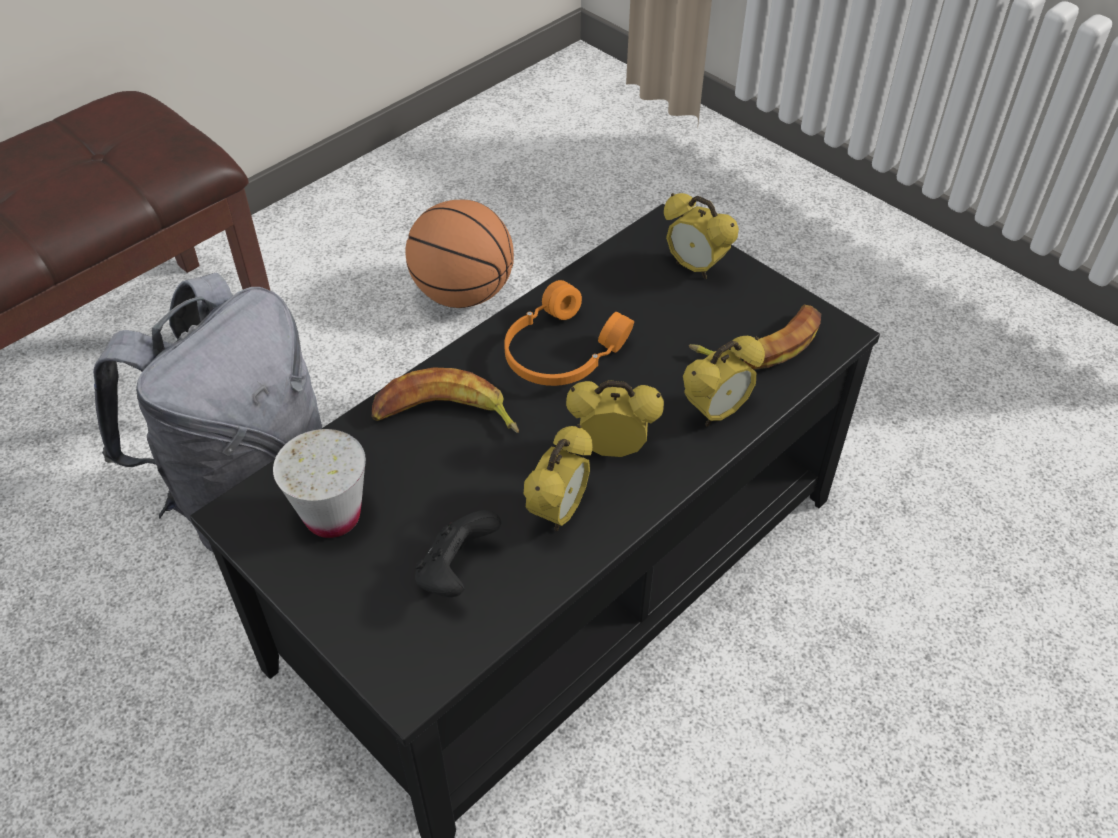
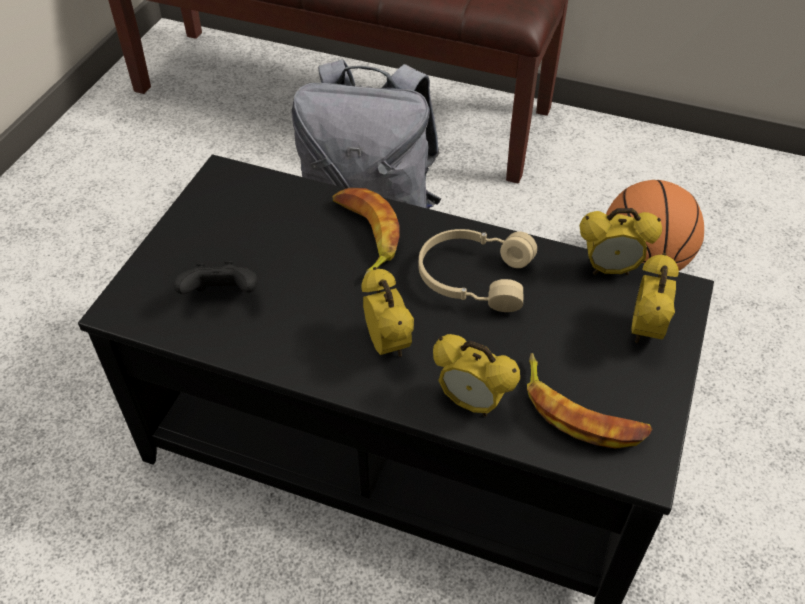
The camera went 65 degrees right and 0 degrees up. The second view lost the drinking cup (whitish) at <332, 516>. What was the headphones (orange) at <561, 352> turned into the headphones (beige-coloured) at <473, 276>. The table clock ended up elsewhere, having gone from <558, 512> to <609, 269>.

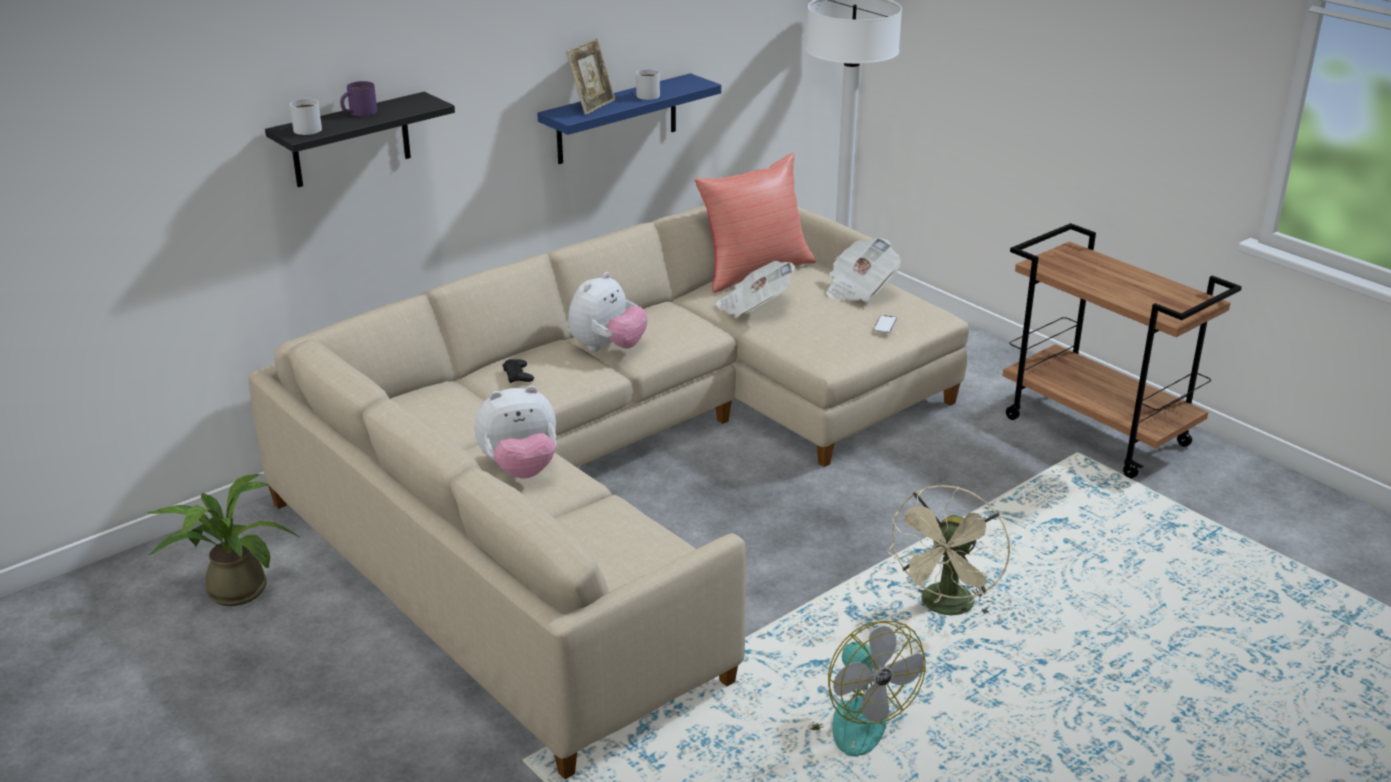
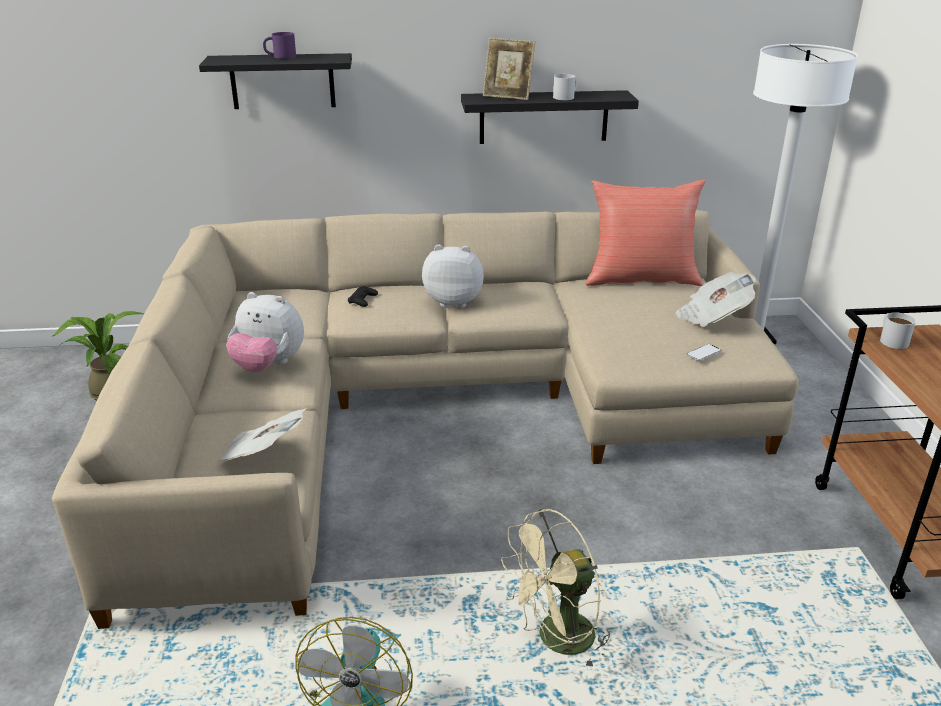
The camera went 35 degrees right and 0 degrees up. The mug (whitish) ended up elsewhere, having gone from <304, 128> to <891, 339>. What was the bracket shelf (blue-coloured) at <617, 119> turned into the bracket shelf (blackish) at <543, 117>. The picture frame at <592, 106> ended up facing another way, 45 degrees clockwise from before. The cuddly toy at <607, 348> ended up facing another way, 150 degrees counterclockwise from before. The daily paper ended up elsewhere, having gone from <754, 307> to <264, 455>.

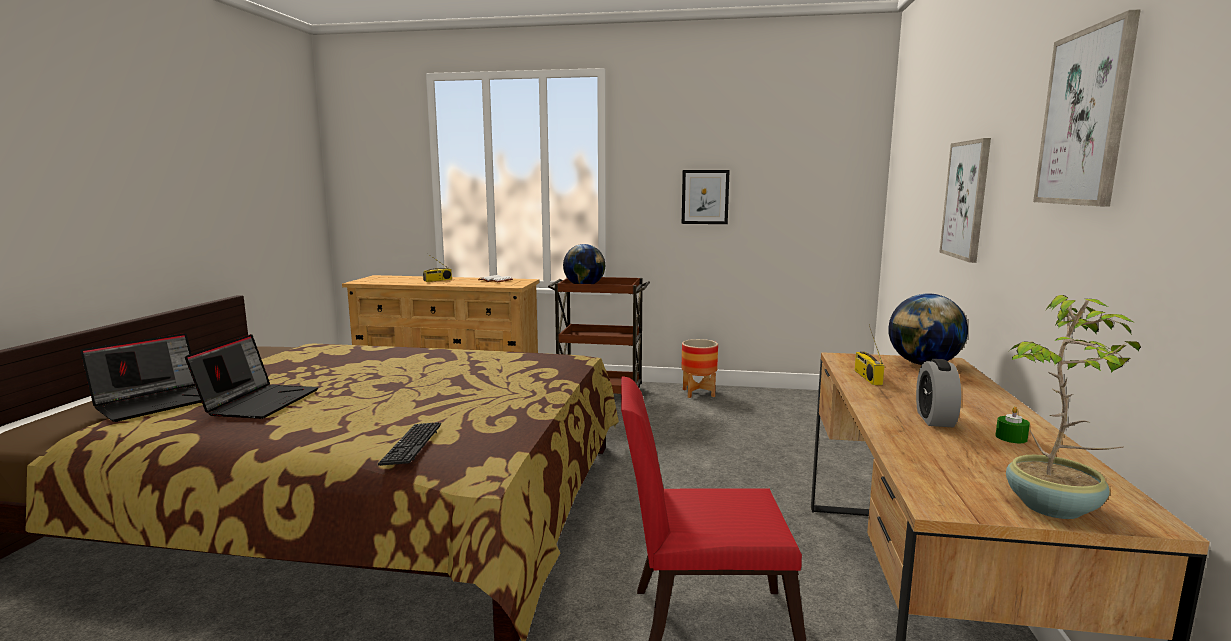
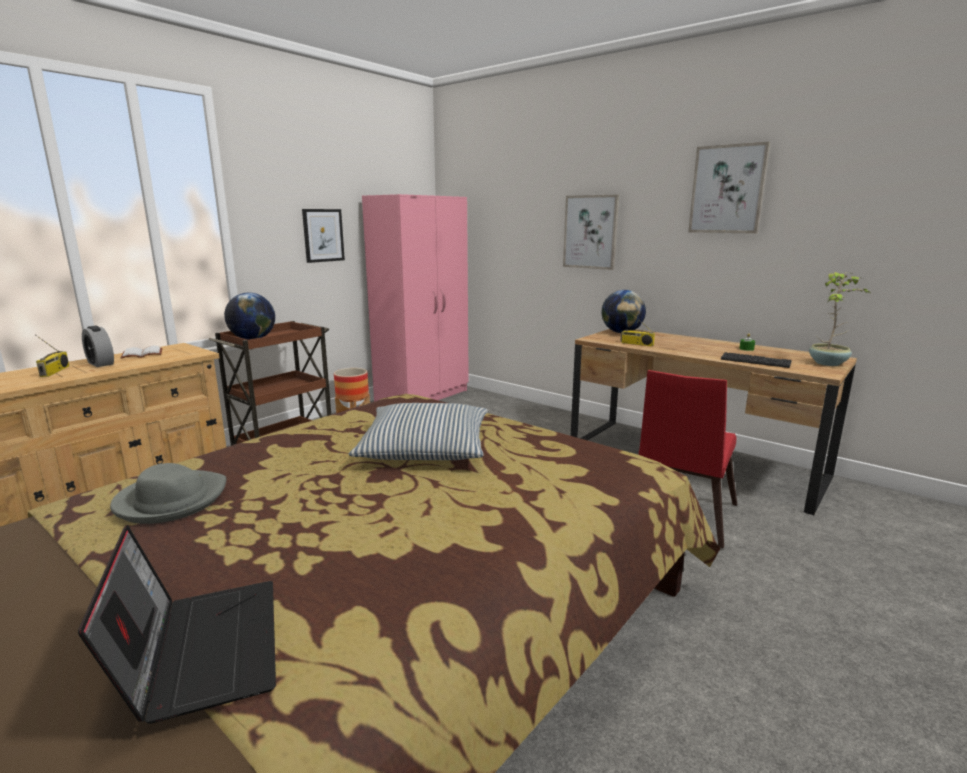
The camera went 60 degrees left and 5 degrees up. The second view lost the notebook computer at <259, 402>. The PC keyboard ended up elsewhere, having gone from <412, 445> to <755, 361>. The table clock ended up elsewhere, having gone from <935, 419> to <101, 363>. The second view gained the clothing hat (grey) at <171, 500>. The second view gained the cushion at <425, 447>. The second view gained the clothes cupboard (pink-coloured) at <423, 396>.

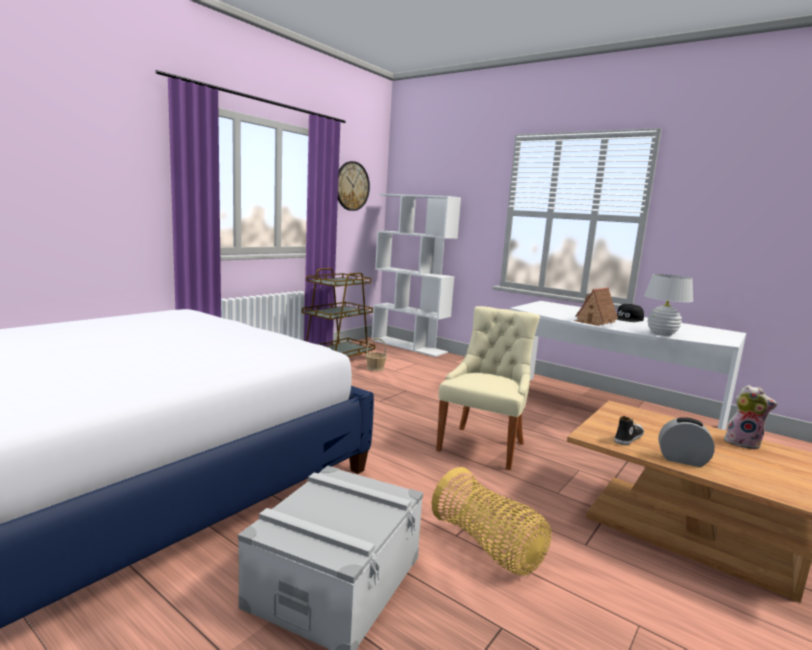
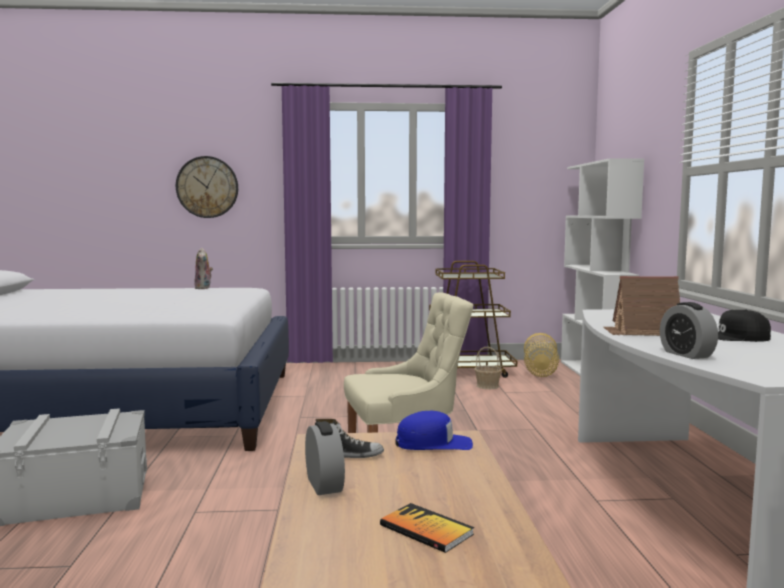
The camera went 50 degrees right and 5 degrees down. The wall clock ended up elsewhere, having gone from <351, 186> to <207, 187>. The household basket ended up elsewhere, having gone from <488, 547> to <540, 371>. Where the table lamp (whitish) stood at <662, 334>, the table clock came to stand at <686, 354>. The cuddly toy ended up elsewhere, having gone from <743, 443> to <204, 288>. The second view gained the book at <426, 530>. The second view gained the baseball cap (blue-coloured) at <433, 443>.

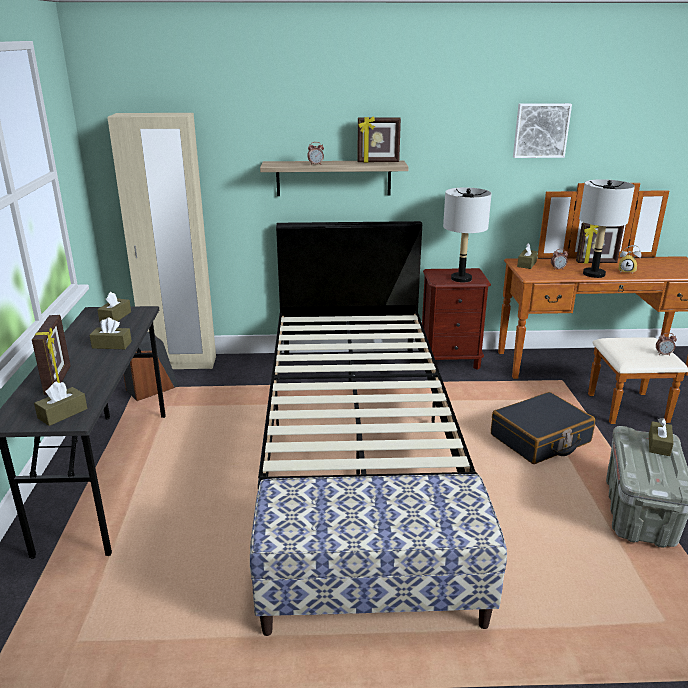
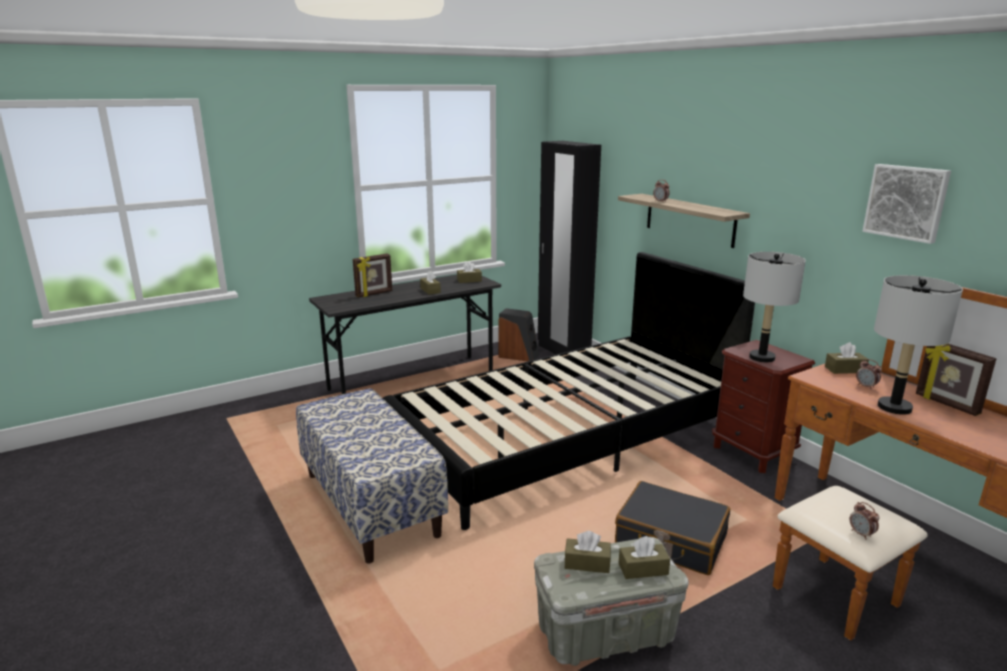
The camera went 60 degrees right and 5 degrees down. The tissue holder (brown) ended up elsewhere, having gone from <62, 413> to <587, 563>. What was the clothes cupboard (beige-coloured) at <180, 363> turned into the clothes cupboard (blackish) at <563, 352>. The second view lost the picture frame at <378, 162>. The second view lost the table clock at <627, 271>.

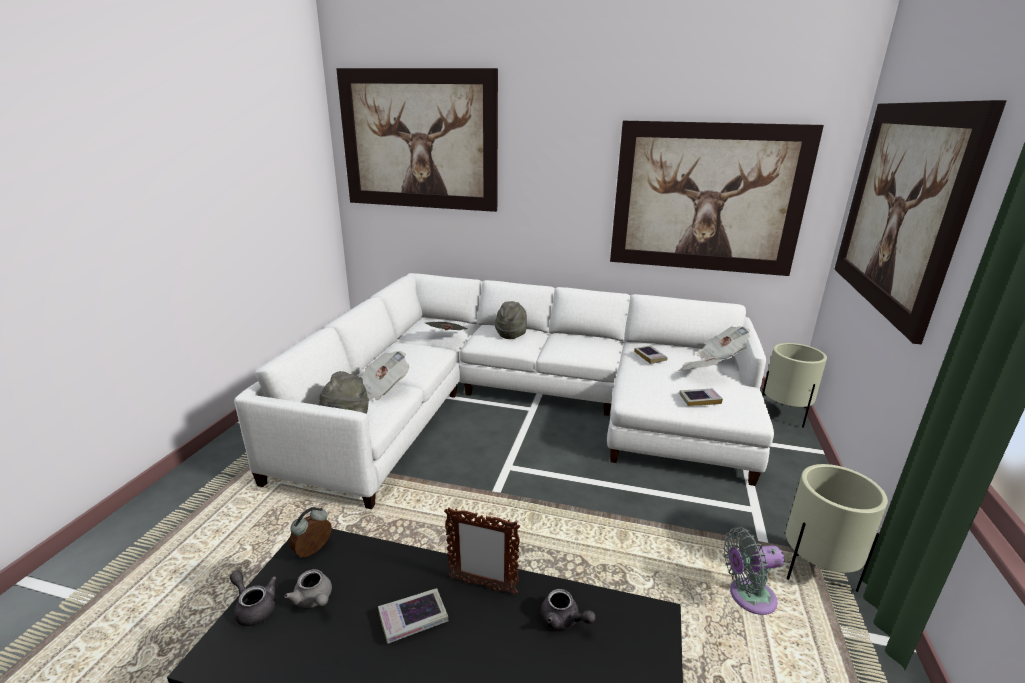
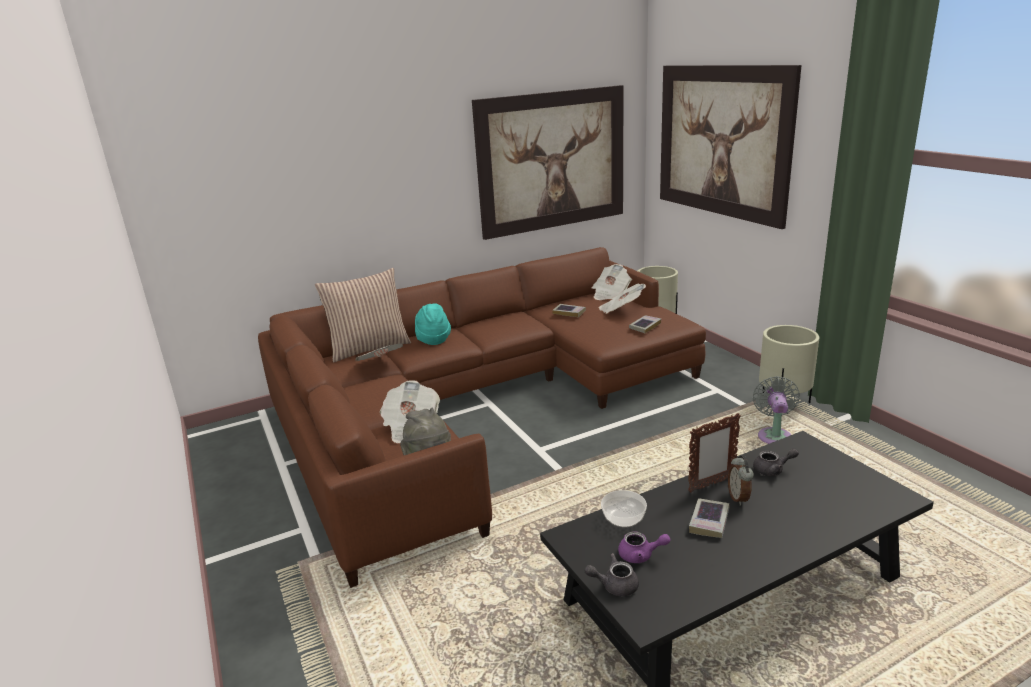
The camera went 40 degrees left and 0 degrees up. What was the settee (whitish) at <521, 405> turned into the settee (brown) at <476, 405>. What was the pot for tea (grey) at <314, 600> turned into the pot for tea (purplish) at <640, 555>. The table clock ended up elsewhere, having gone from <314, 551> to <739, 498>. The second view lost the wall art at <419, 140>. What was the clothing hat (grey) at <511, 334> turned into the clothing hat (turquoise) at <433, 339>. The electric fan (grey) at <747, 597> ended up facing another way, 150 degrees clockwise from before. The second view gained the cushion at <369, 348>. The second view gained the deep dish at <624, 518>.

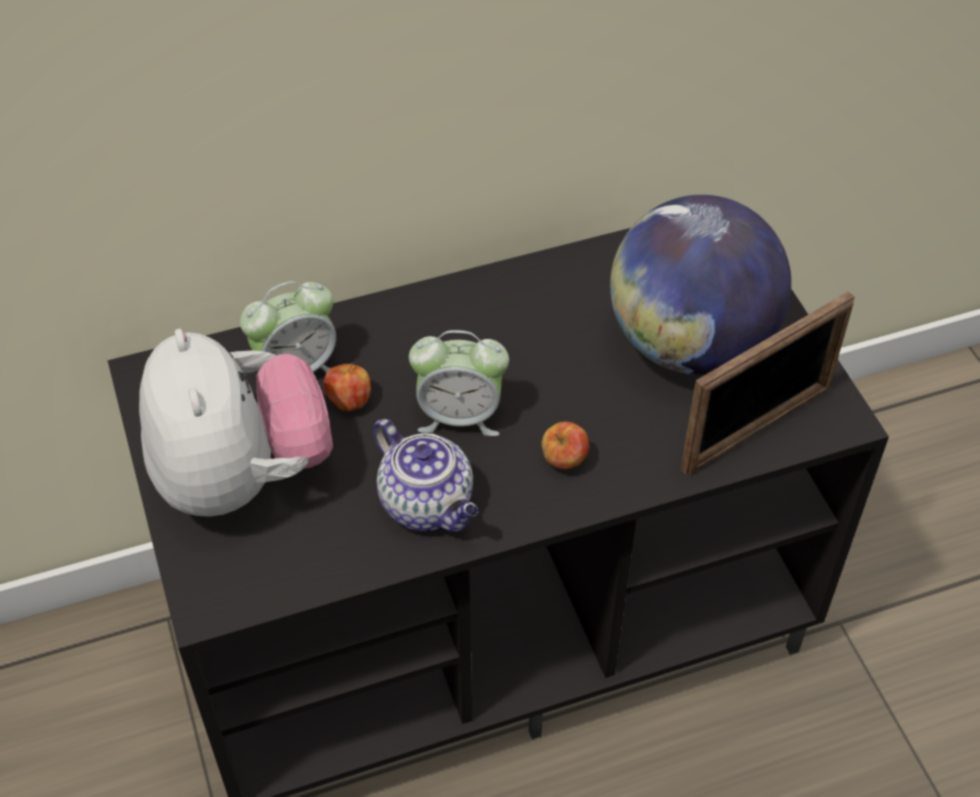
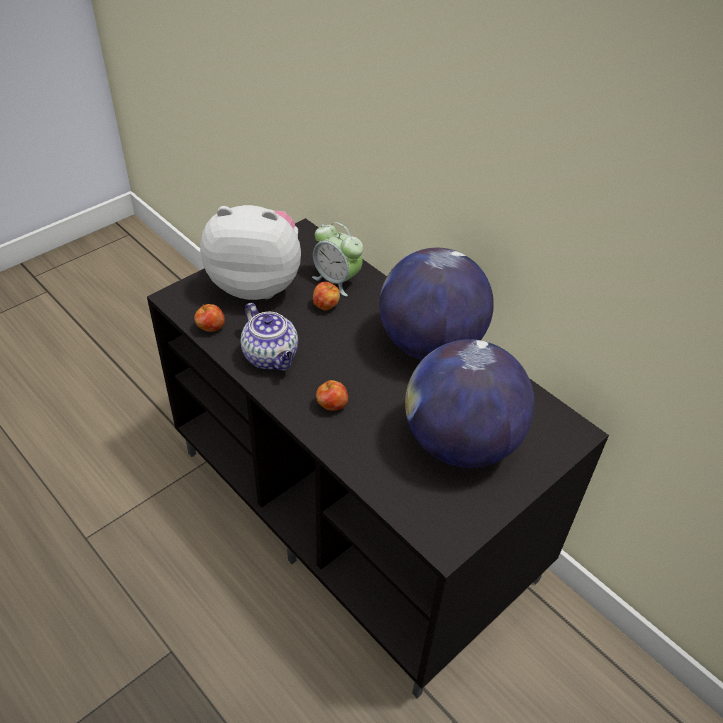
The camera went 65 degrees right and 5 degrees down. The cuddly toy at <241, 476> ended up facing another way, 135 degrees counterclockwise from before. The pot for tea at <428, 504> ended up facing another way, 60 degrees counterclockwise from before. The second view lost the table clock at <460, 415>. The second view lost the picture frame at <757, 428>. The second view gained the whole apple at <211, 328>. The second view gained the globe at <430, 344>.

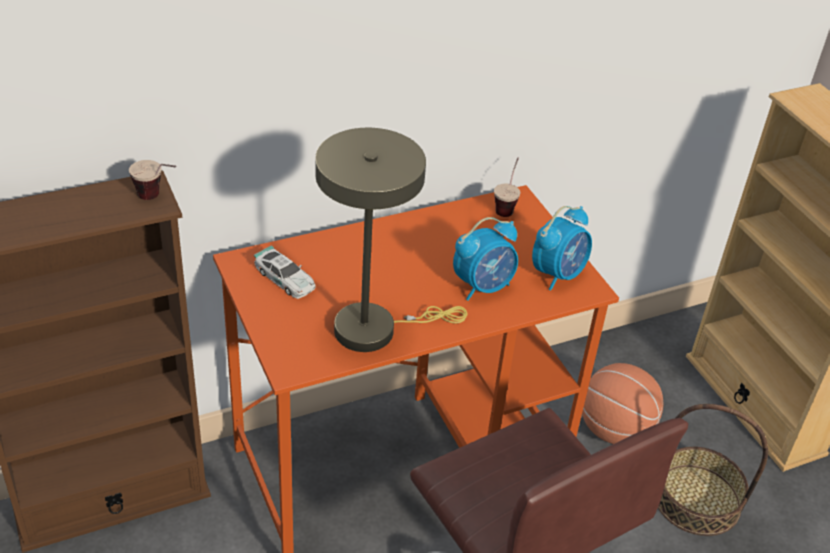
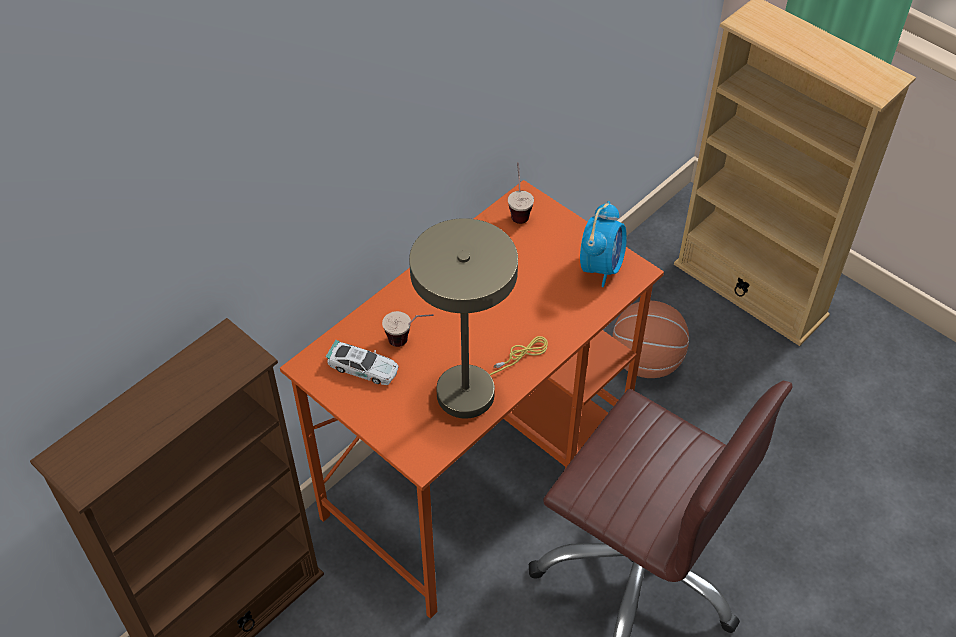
The camera went 20 degrees left and 10 degrees up. The drinking cup ended up elsewhere, having gone from <158, 199> to <409, 341>. The second view lost the table clock at <483, 286>. The second view lost the household basket at <697, 499>.

